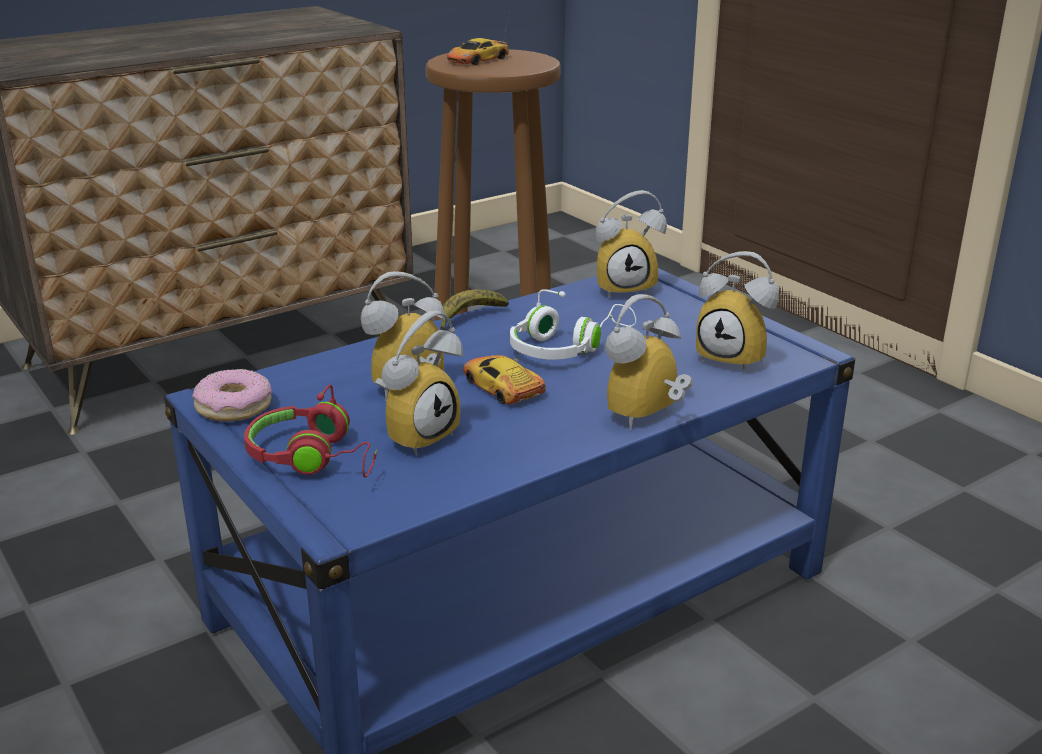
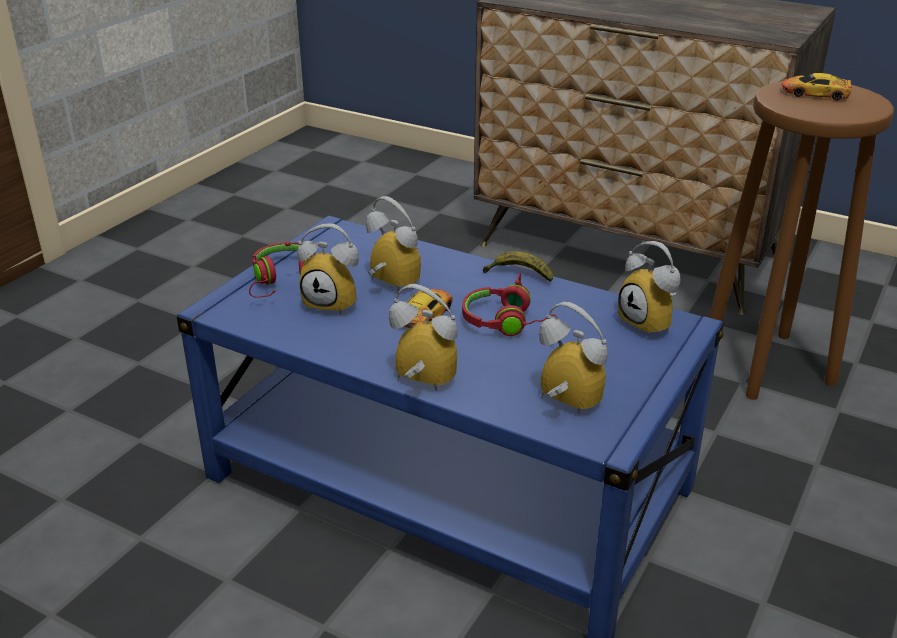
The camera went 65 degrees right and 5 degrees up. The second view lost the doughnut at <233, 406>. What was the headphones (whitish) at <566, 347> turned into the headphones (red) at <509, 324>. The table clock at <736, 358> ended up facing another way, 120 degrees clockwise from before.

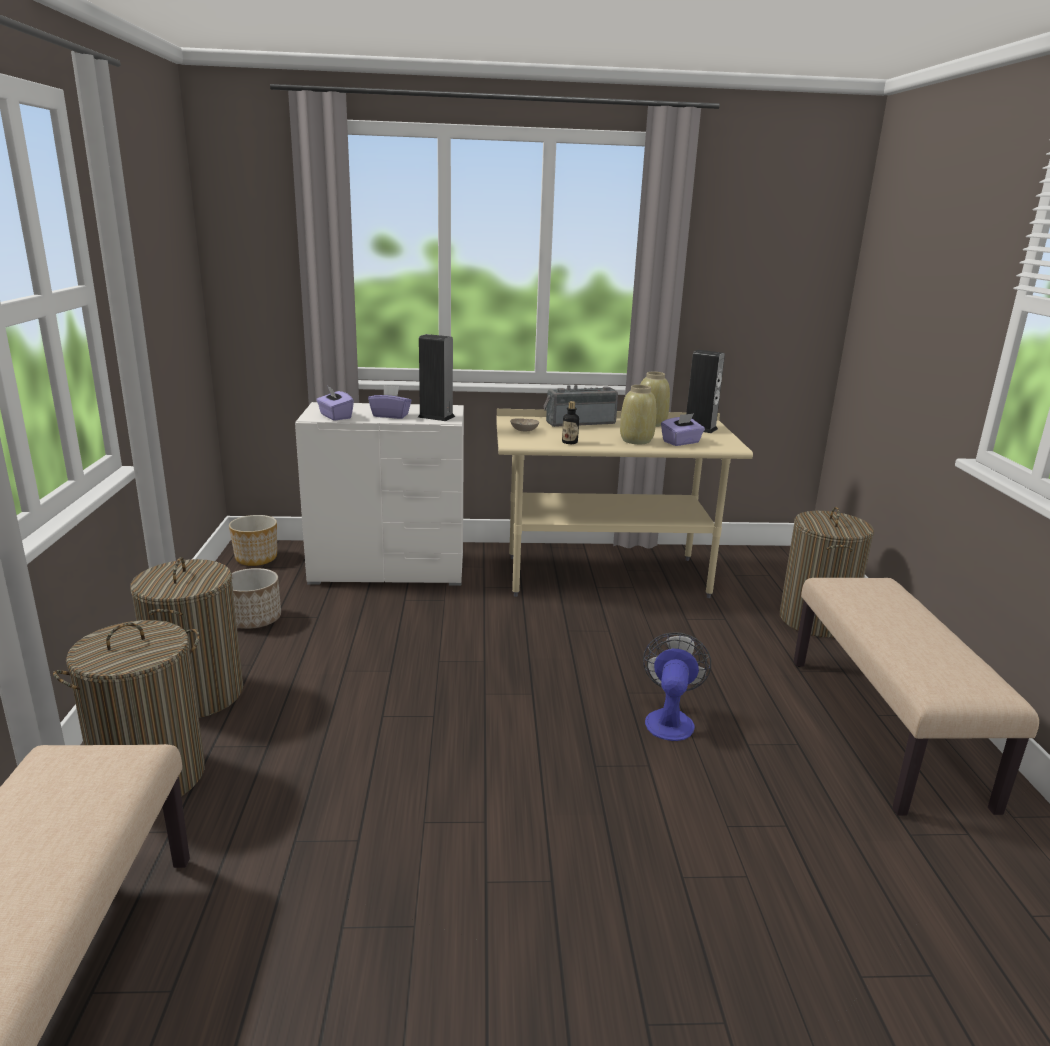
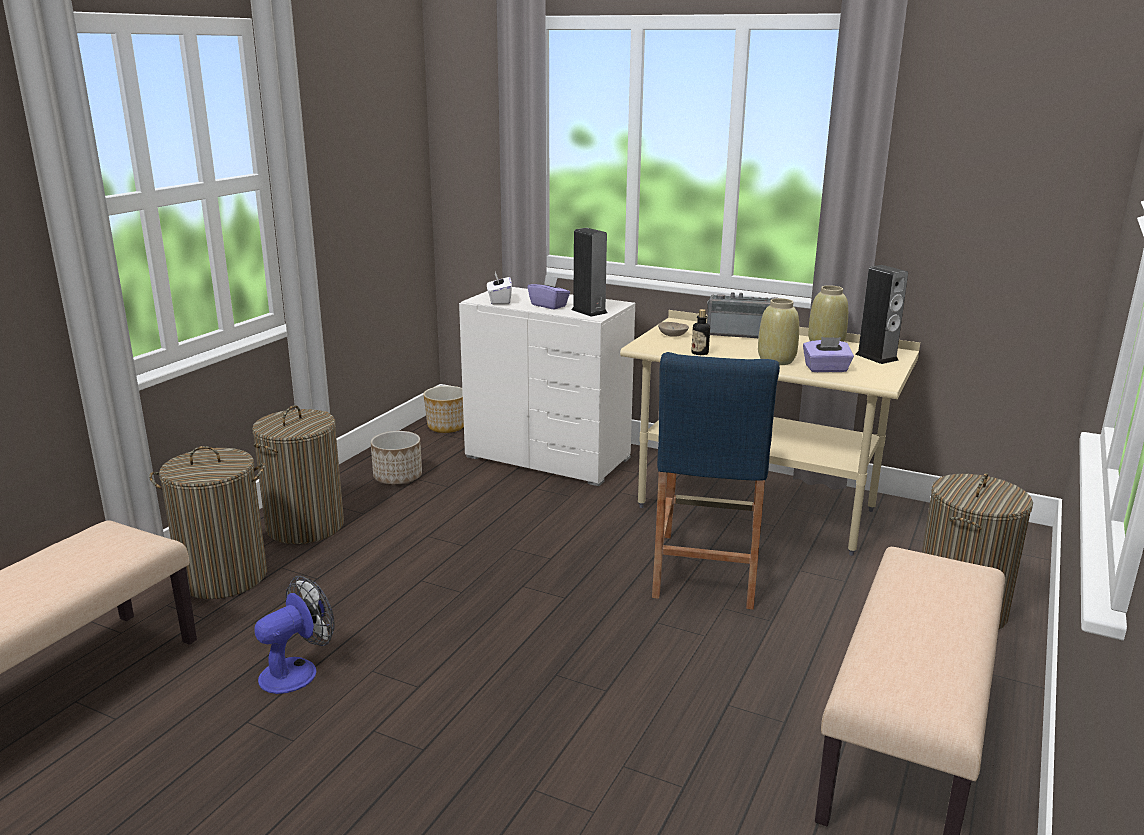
The camera went 30 degrees right and 0 degrees up. What was the tissue holder (purplish) at <335, 416> turned into the tissue holder (whitish) at <499, 301>. The electric fan ended up elsewhere, having gone from <670, 719> to <297, 671>. The second view gained the sitting stool (blue-coloured) at <706, 569>.

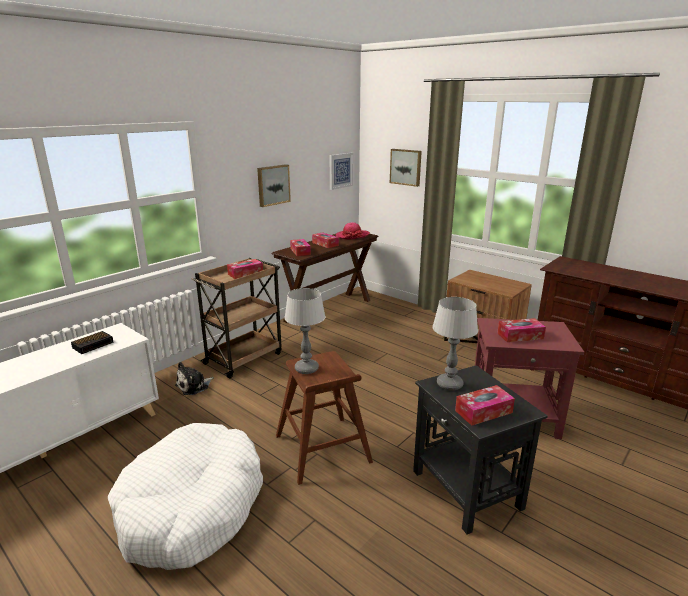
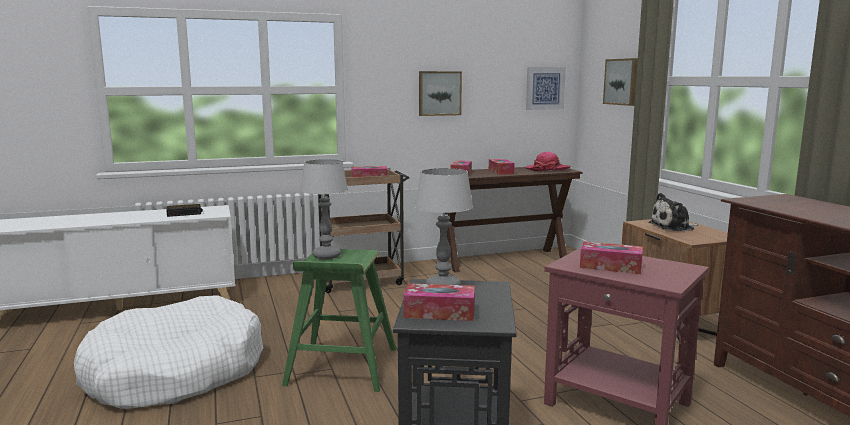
The camera went 30 degrees right and 10 degrees down. The cuddly toy ended up elsewhere, having gone from <194, 386> to <673, 227>. What was the sitting stool (brown) at <322, 449> turned into the sitting stool (green-coloured) at <341, 367>.

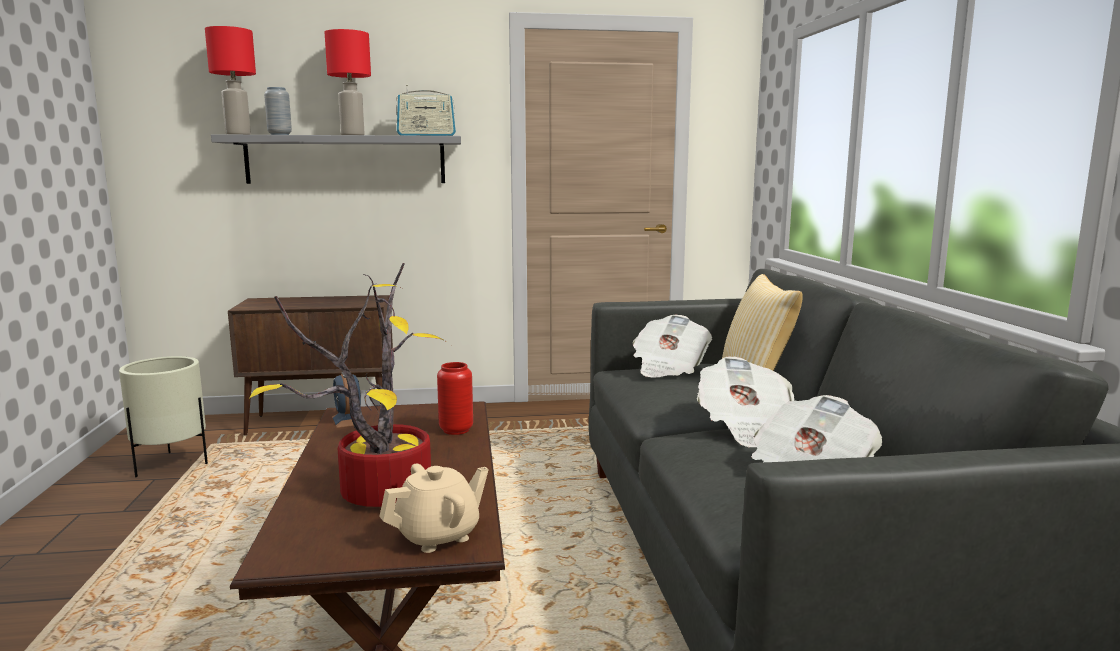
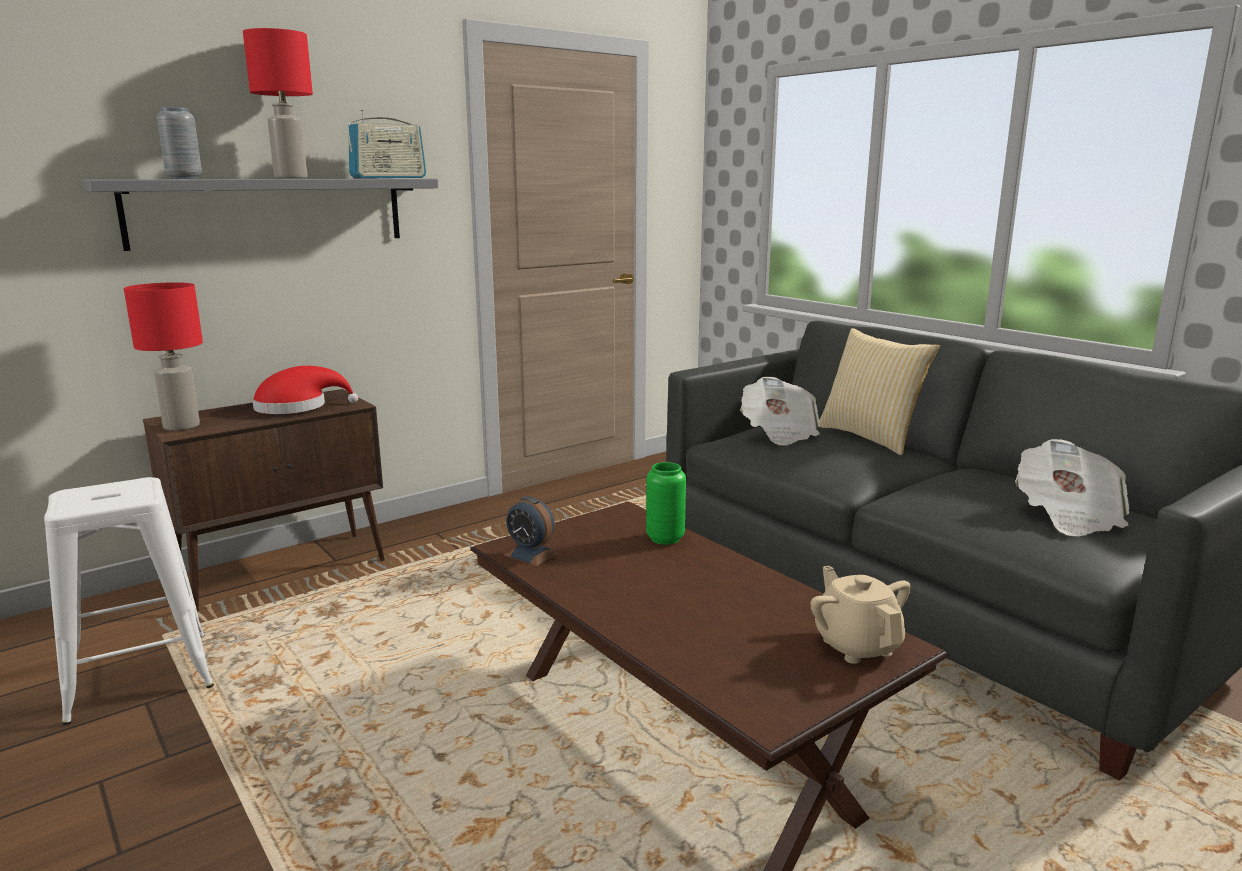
The camera went 30 degrees left and 5 degrees up. Where the planter (beige-coloured) stood at <171, 464>, the sitting stool (whitish) came to stand at <139, 677>. The table lamp (red) ended up elsewhere, having gone from <237, 134> to <182, 426>. The second view lost the plant in a pot at <384, 488>. The pot for tea (beige-coloured) at <438, 536> ended up facing another way, 45 degrees counterclockwise from before. What was the vase (red) at <456, 430> turned into the vase (green-coloured) at <665, 538>. The second view lost the daily paper at <746, 428>. The second view gained the clothing hat (red) at <297, 407>.

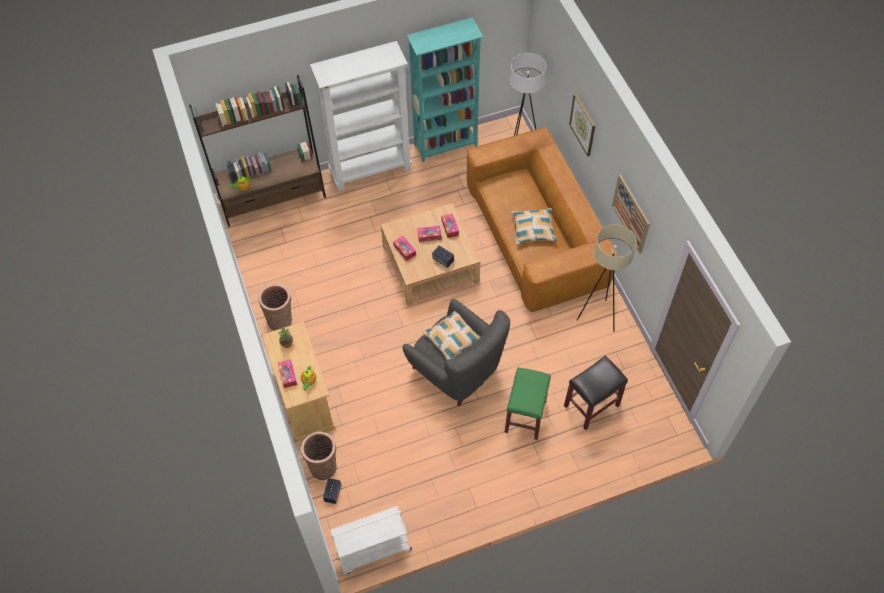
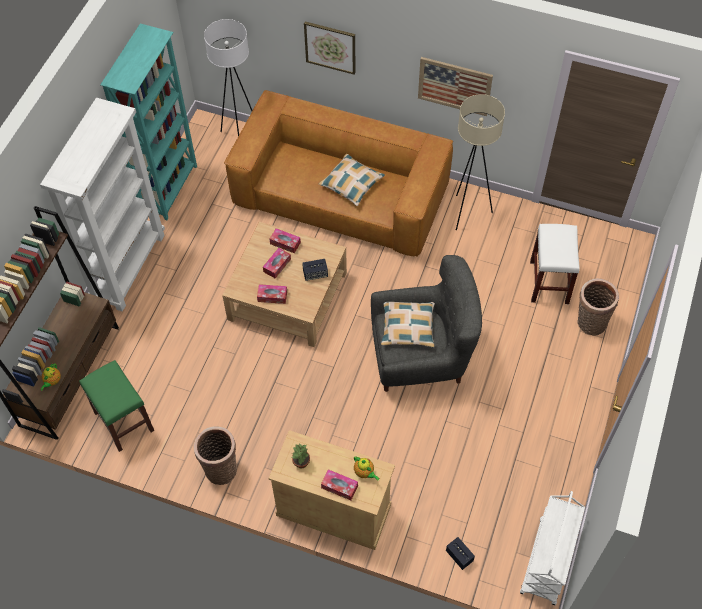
The camera went 50 degrees left and 0 degrees up. The household basket ended up elsewhere, having gone from <323, 465> to <590, 322>. The sitting stool (green-coloured) ended up elsewhere, having gone from <525, 416> to <123, 421>. What was the sitting stool (blackish) at <591, 406> turned into the sitting stool (whitish) at <549, 283>.

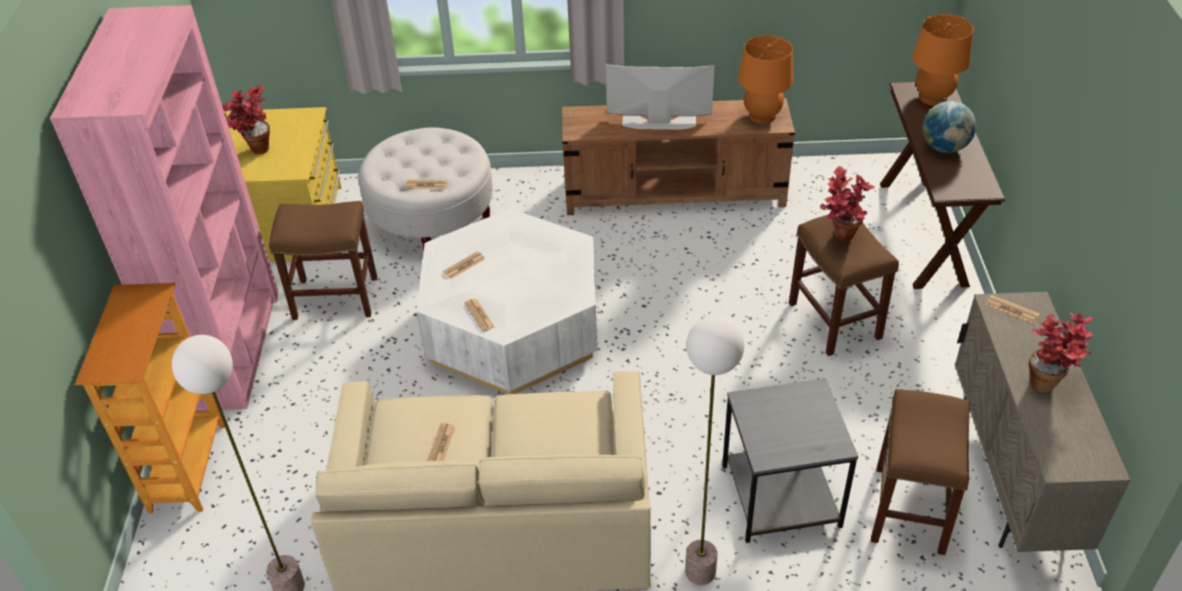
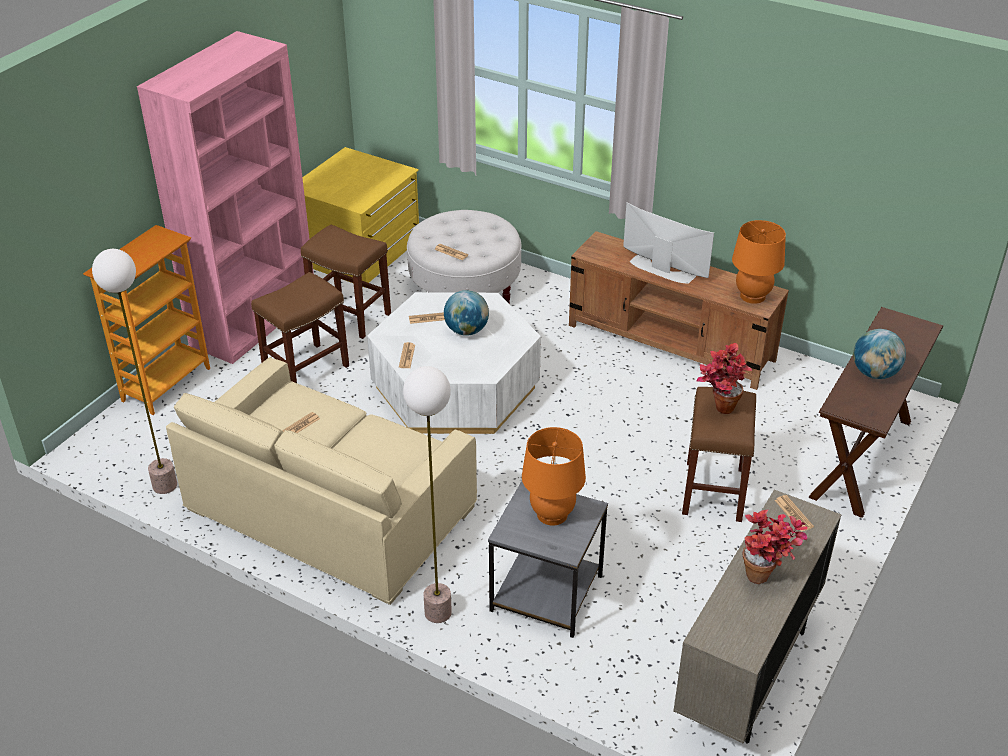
The camera went 30 degrees right and 5 degrees down. The second view lost the plant in a pot at <253, 149>. The sitting stool (brown) ended up elsewhere, having gone from <910, 511> to <305, 370>. The table lamp (orange) ended up elsewhere, having gone from <933, 98> to <552, 514>. The second view gained the globe at <466, 331>.

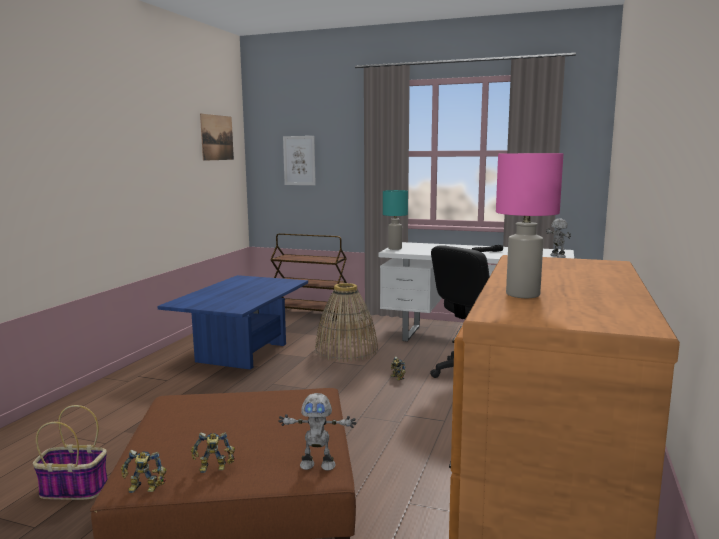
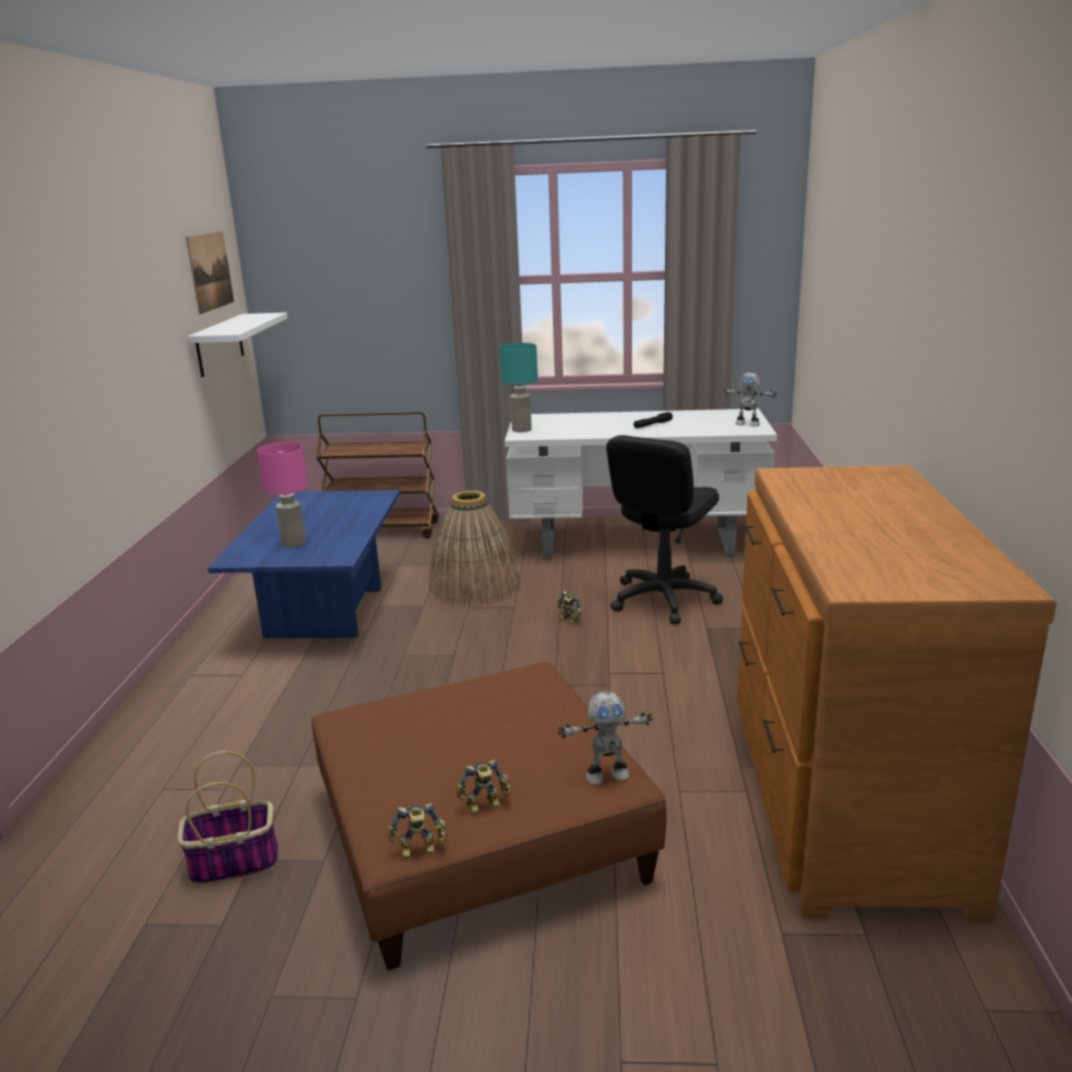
The camera went 15 degrees left and 10 degrees up. The second view lost the wall art at <299, 160>. The table lamp (pink-coloured) ended up elsewhere, having gone from <522, 294> to <293, 543>. The toy robot at <557, 256> ended up facing another way, 150 degrees clockwise from before. The second view gained the bracket shelf (whitish) at <219, 345>.

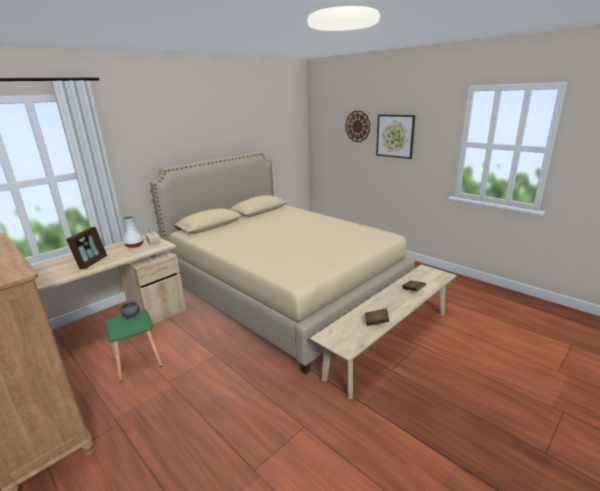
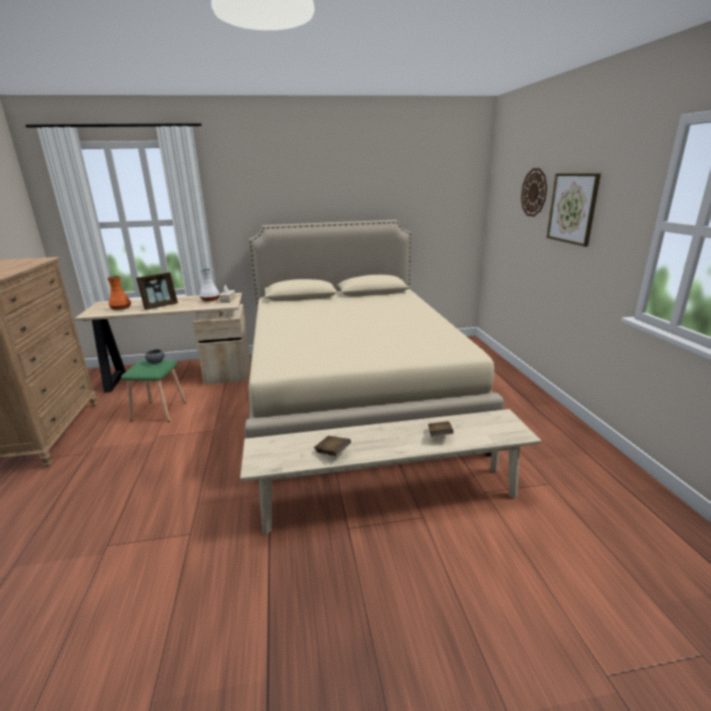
The camera went 35 degrees right and 0 degrees up. The second view gained the vase (orange) at <120, 308>.

